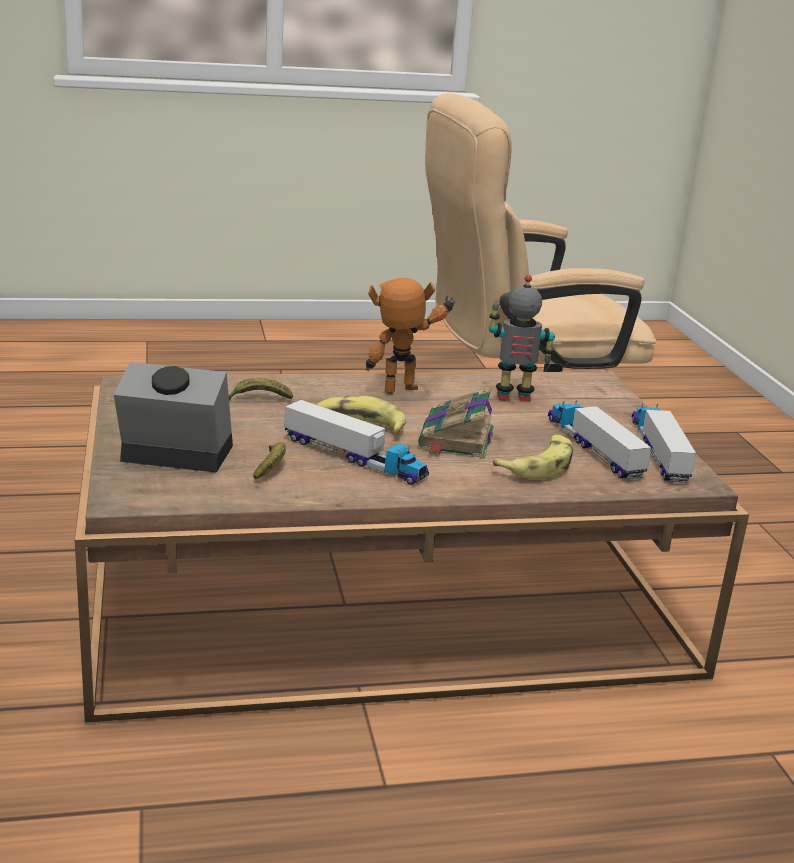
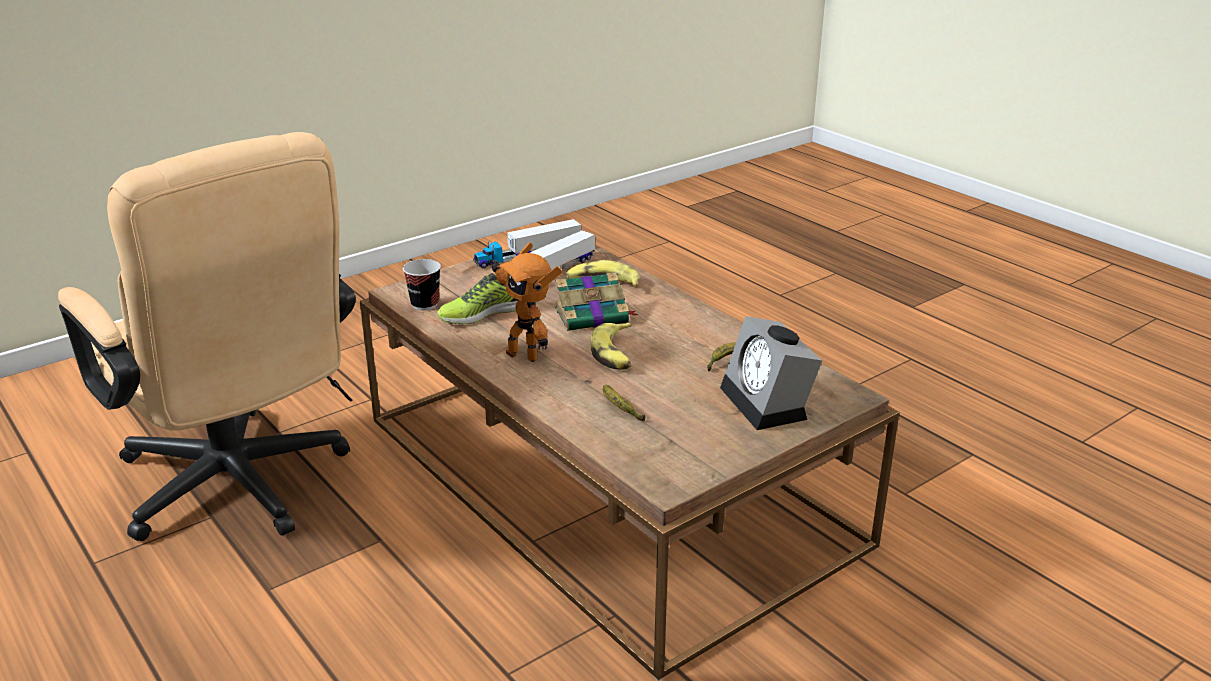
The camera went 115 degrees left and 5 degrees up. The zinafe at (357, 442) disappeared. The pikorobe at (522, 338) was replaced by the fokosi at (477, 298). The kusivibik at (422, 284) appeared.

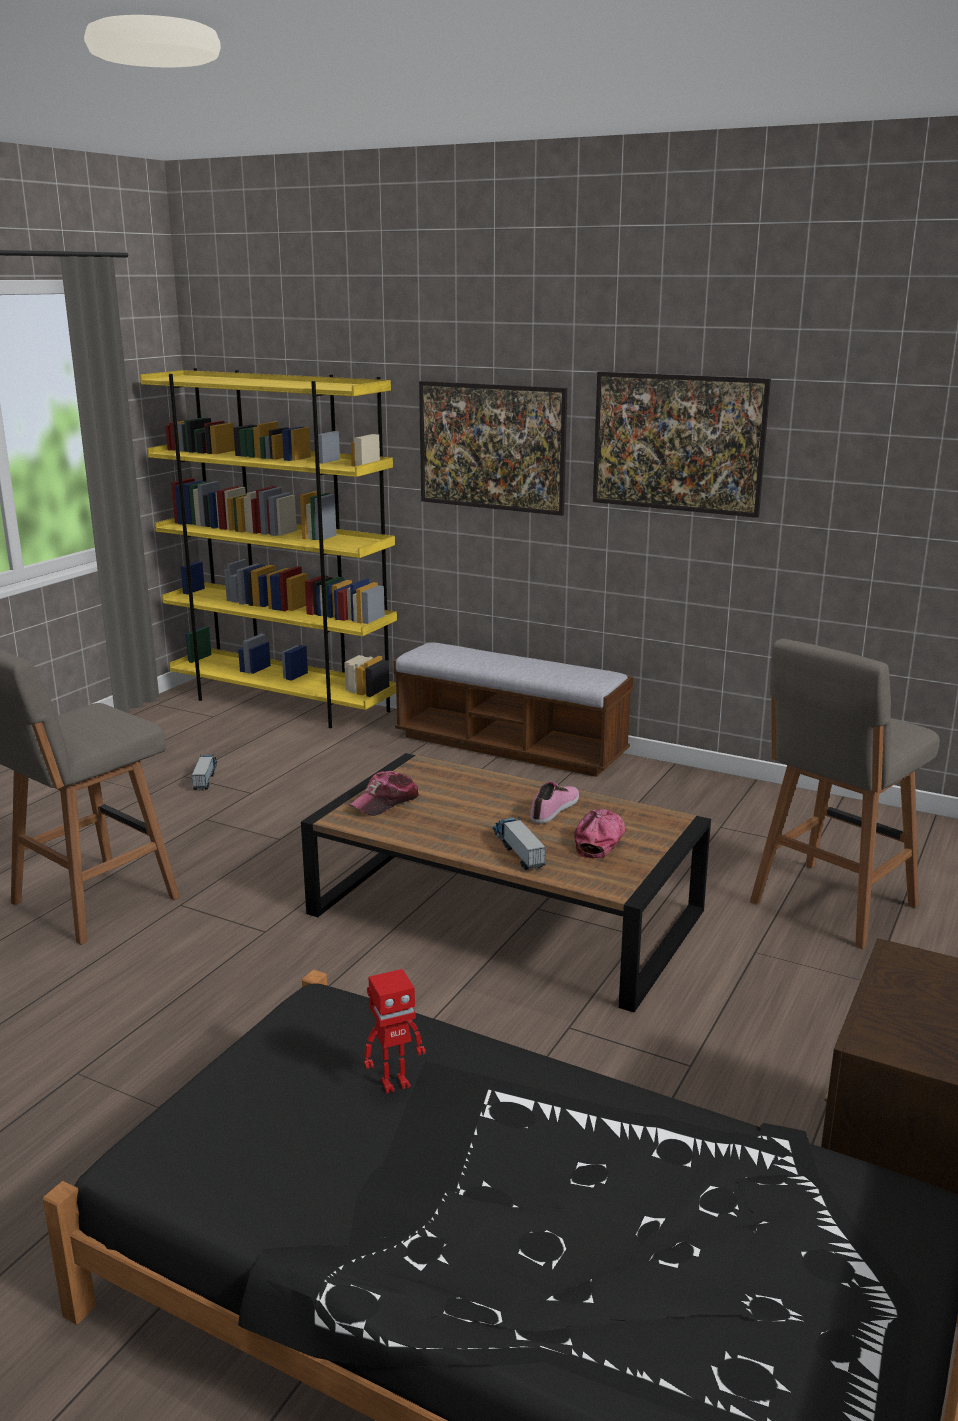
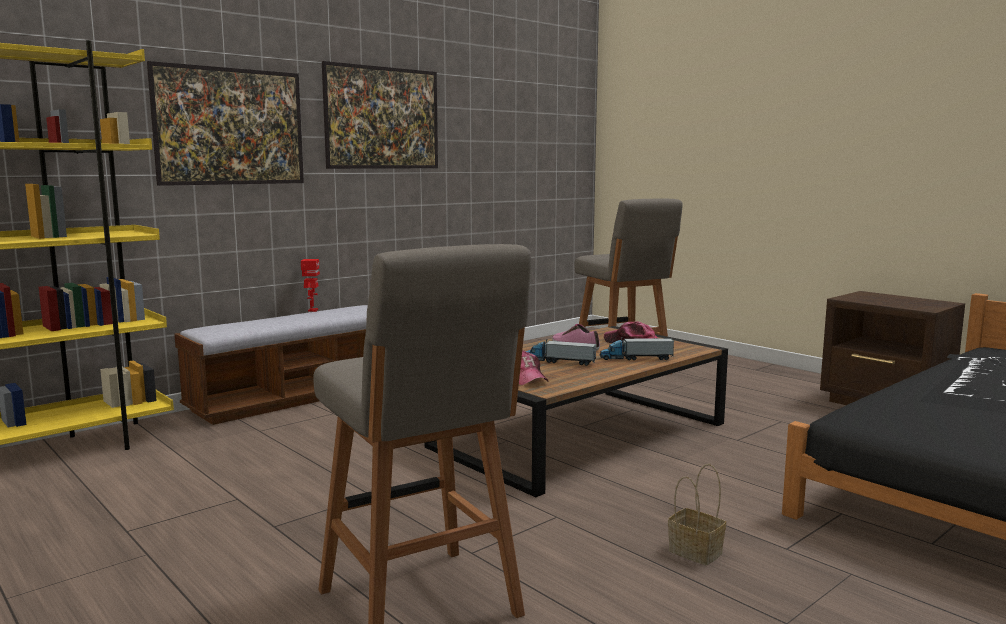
The camera went 70 degrees left and 10 degrees down. The zinafe moved from (204, 772) to (560, 352). The pikorobe moved from (395, 1031) to (310, 285). The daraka at (697, 514) appeared.

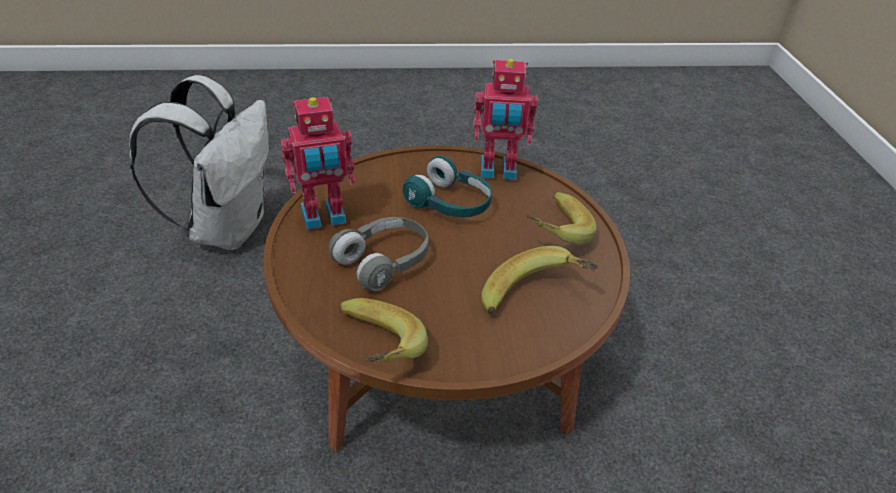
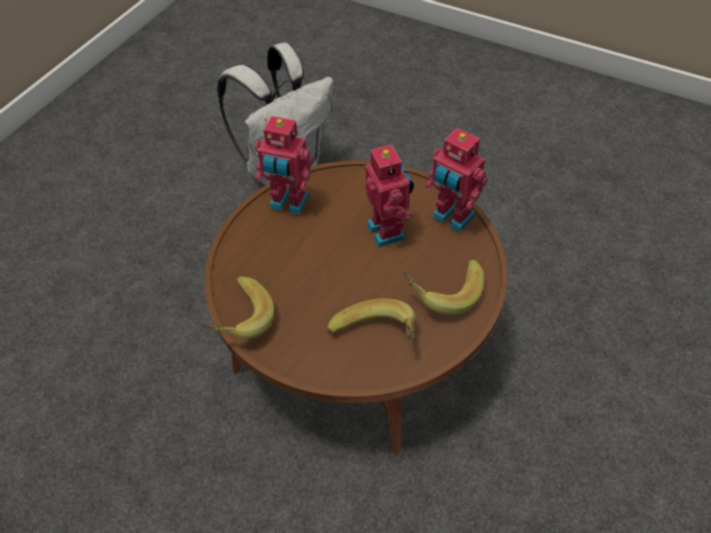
The camera went 40 degrees right and 10 degrees up. The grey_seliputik at (379, 254) disappeared. The turquoise_seliputik at (447, 186) was replaced by the pikorobe at (389, 195).

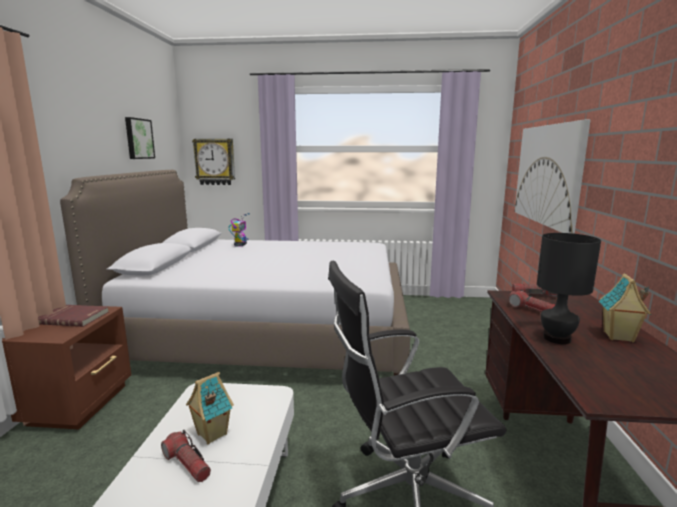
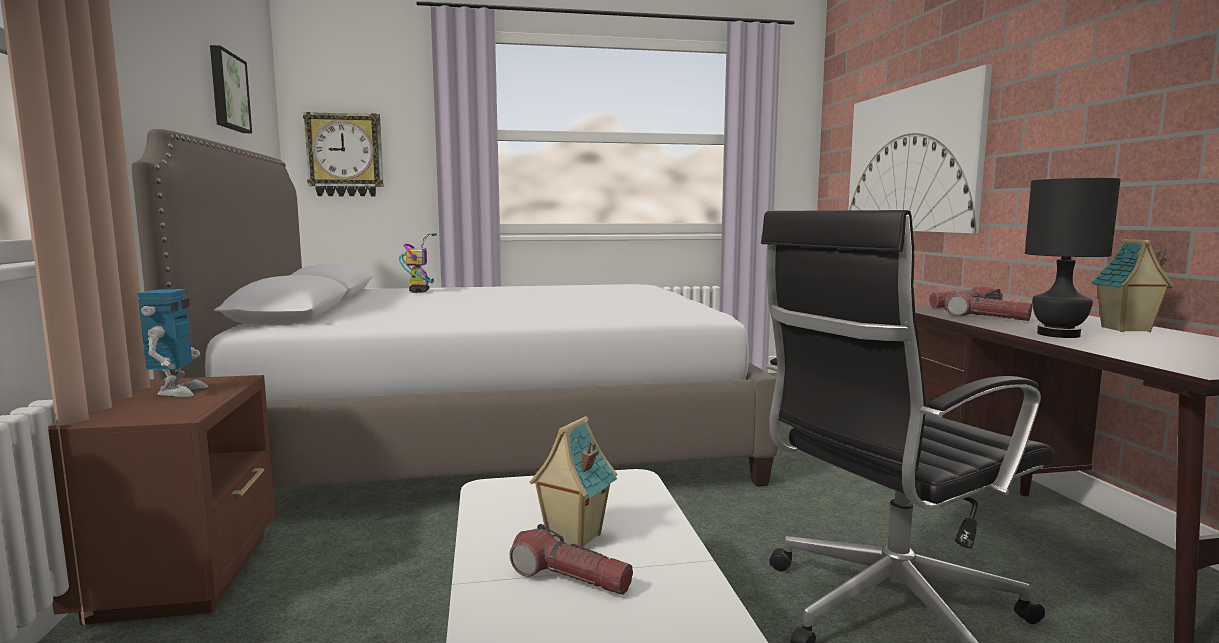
The camera went 15 degrees left and 5 degrees down. The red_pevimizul at (73, 316) was replaced by the pikorobe at (173, 343).

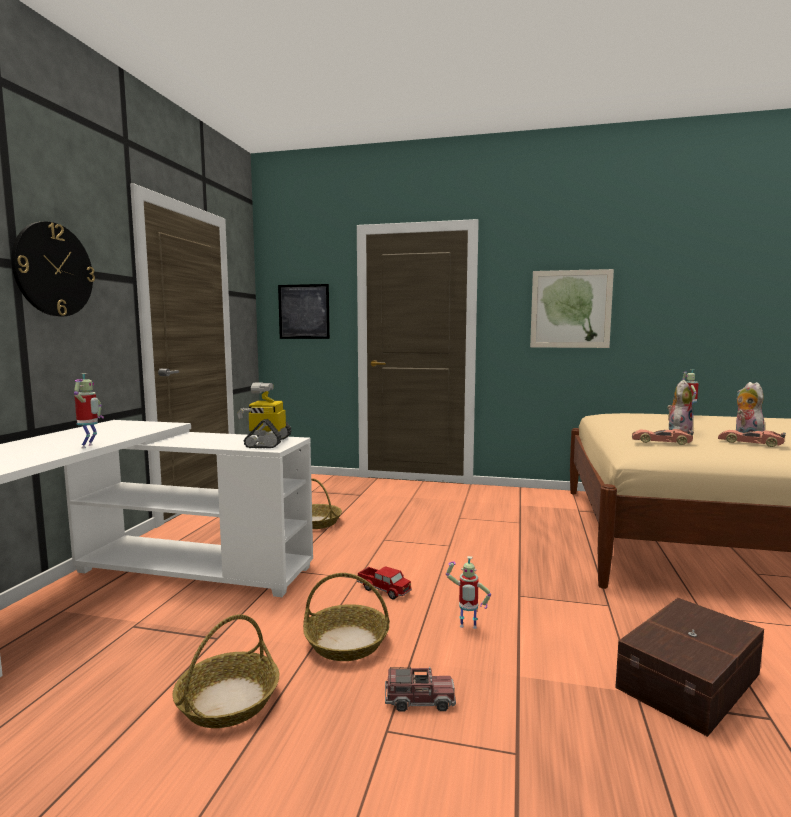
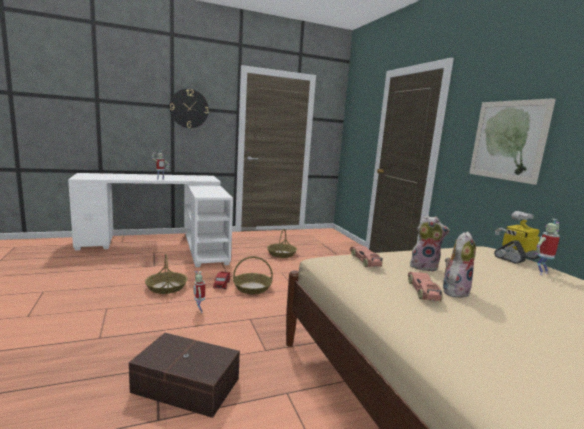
The camera went 55 degrees right and 5 degrees up. The daraka moved from (225, 671) to (253, 275). The pikorobe moved from (264, 415) to (517, 237). The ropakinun at (304, 311) disappeared. The zinafe at (420, 689) disappeared.

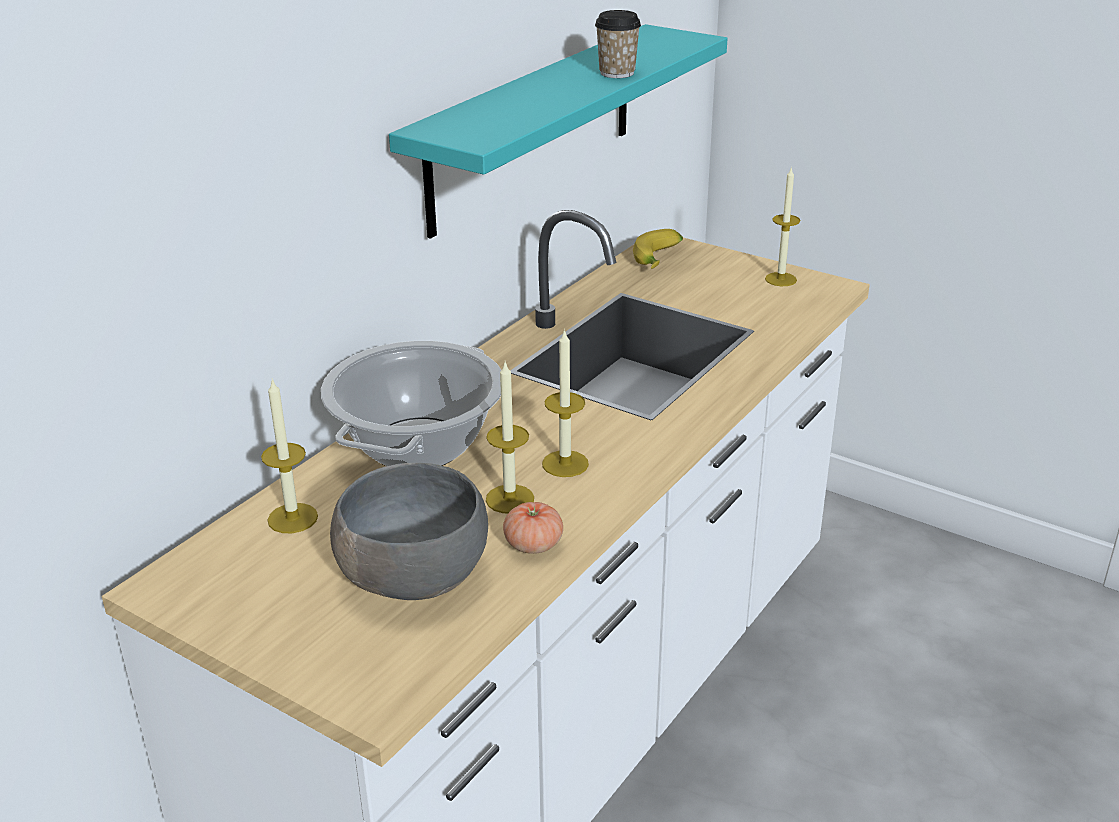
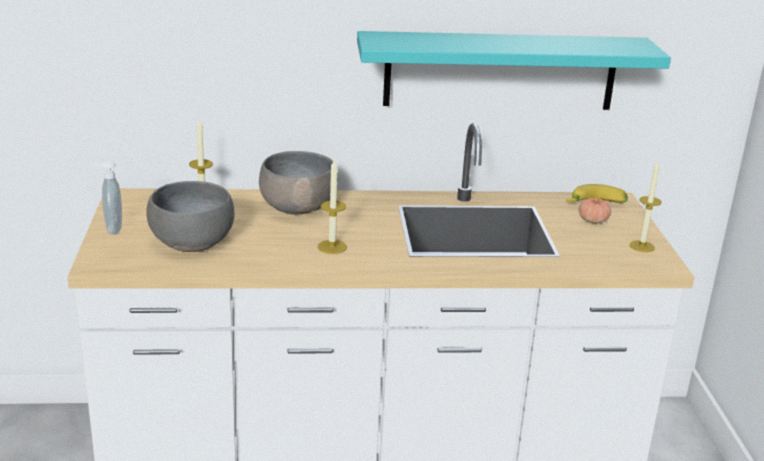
The camera went 50 degrees right and 5 degrees down. The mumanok at (411, 403) was replaced by the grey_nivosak at (298, 182). The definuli at (510, 437) disappeared. The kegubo moved from (533, 528) to (595, 210). The kusivibik at (618, 44) disappeared. The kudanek at (108, 197) appeared.

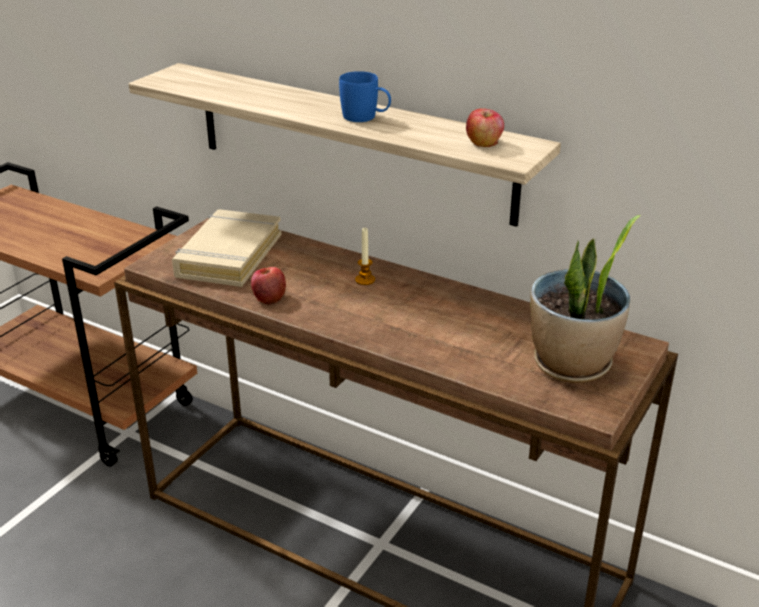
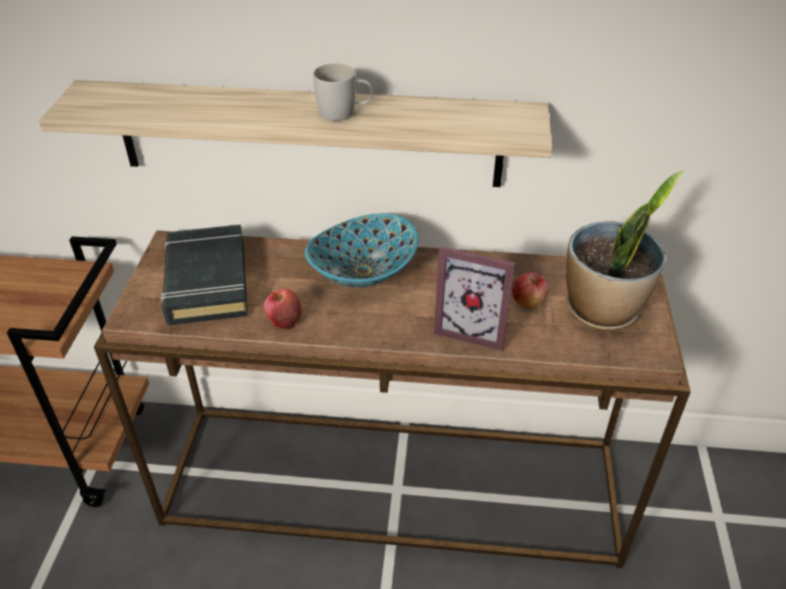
The camera went 25 degrees left and 10 degrees up. The beige_pevimizul at (226, 248) became the black_pevimizul at (204, 274). The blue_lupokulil at (365, 96) became the white_lupokulil at (343, 92). The definuli at (365, 256) was replaced by the nivosak at (362, 250). The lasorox moved from (485, 127) to (530, 290). The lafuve at (475, 298) appeared.

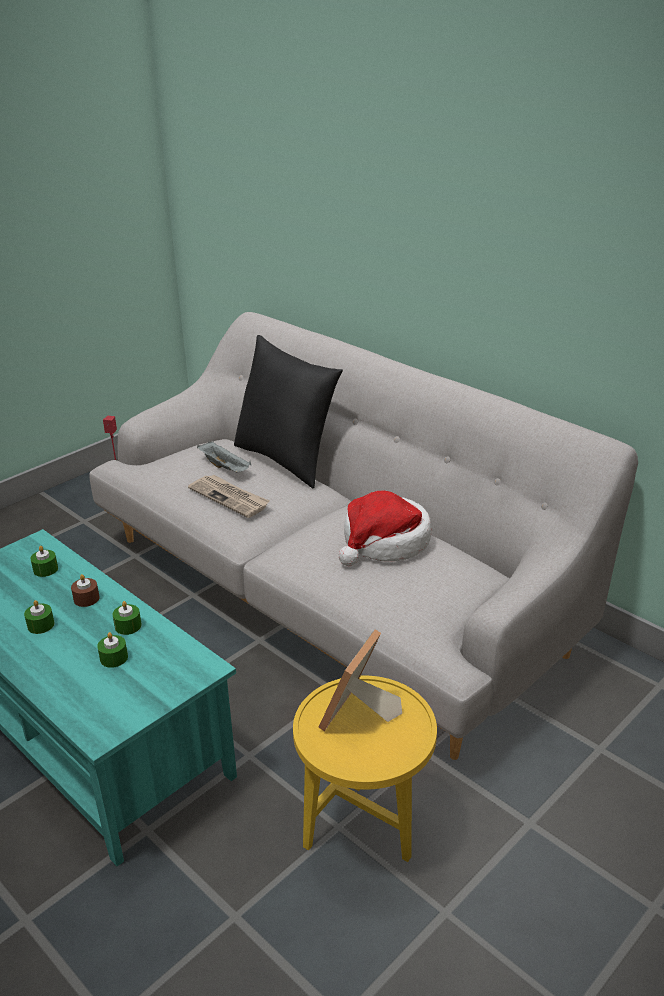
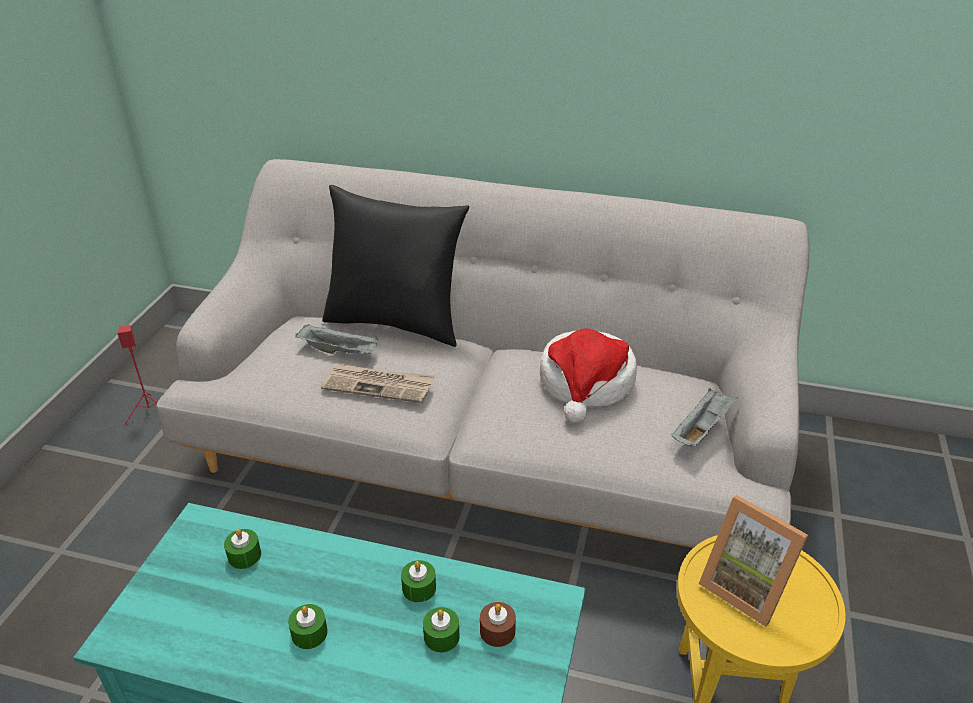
The camera went 30 degrees left and 5 degrees up. The brown_definuli moved from (85, 590) to (498, 624). The lafuve at (360, 680) turned 45 degrees counterclockwise. The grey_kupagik at (704, 418) appeared.

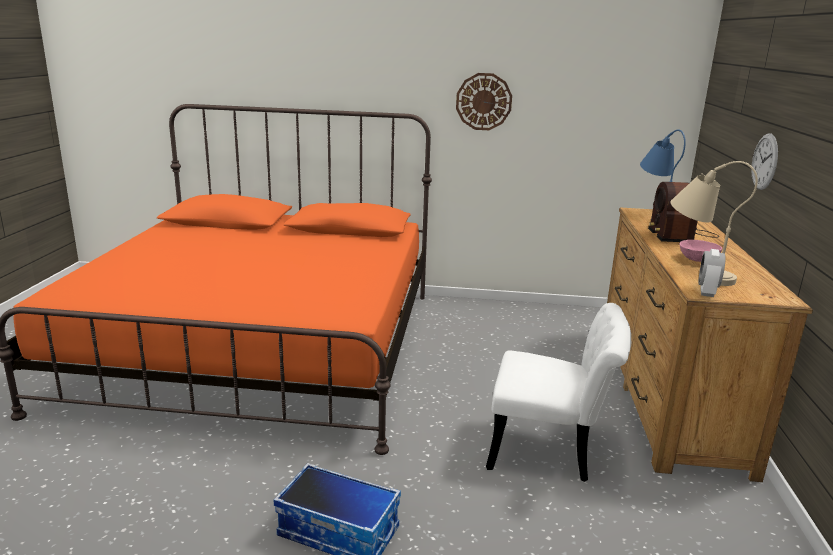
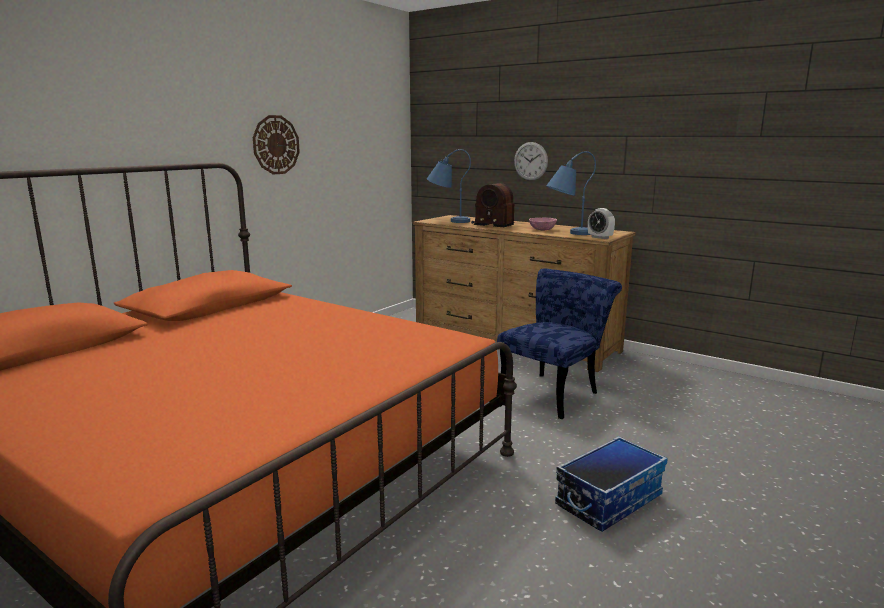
The camera went 60 degrees left and 5 degrees down. The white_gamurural at (558, 392) became the blue_gamurural at (559, 343). The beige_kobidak at (714, 223) became the blue_kobidak at (571, 193).

